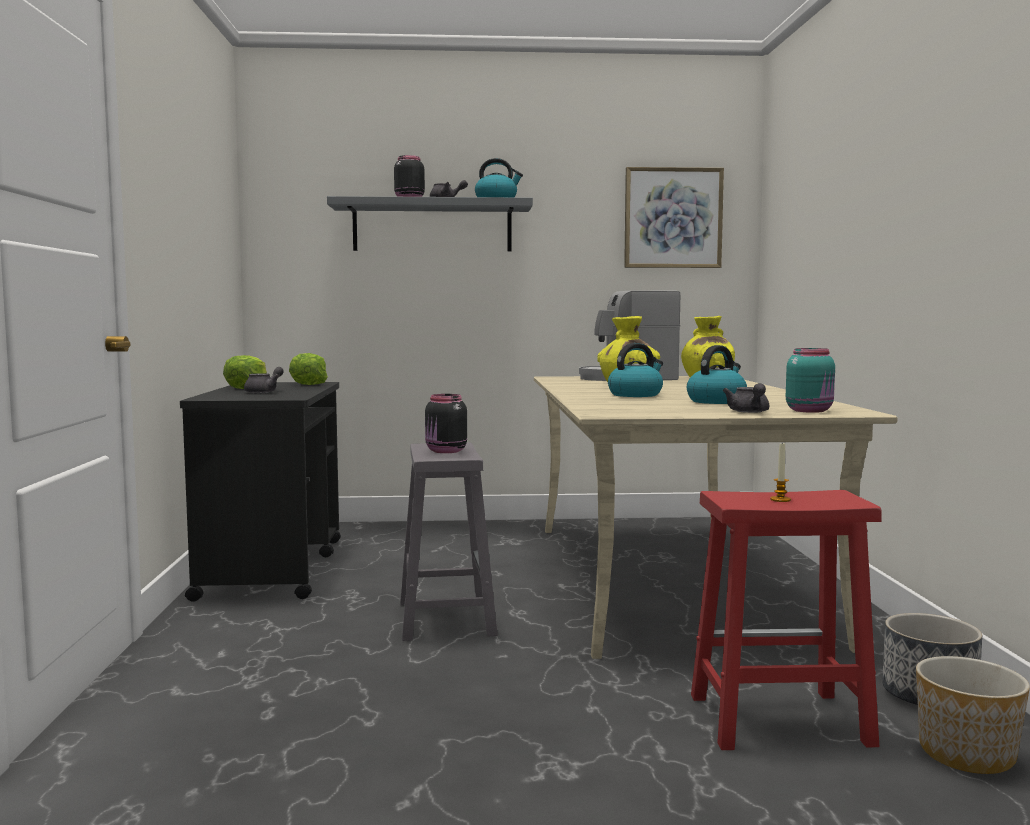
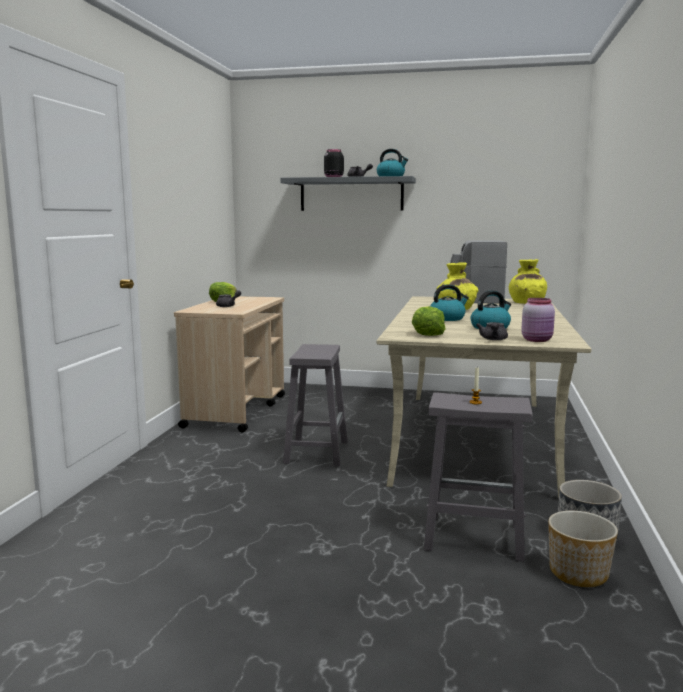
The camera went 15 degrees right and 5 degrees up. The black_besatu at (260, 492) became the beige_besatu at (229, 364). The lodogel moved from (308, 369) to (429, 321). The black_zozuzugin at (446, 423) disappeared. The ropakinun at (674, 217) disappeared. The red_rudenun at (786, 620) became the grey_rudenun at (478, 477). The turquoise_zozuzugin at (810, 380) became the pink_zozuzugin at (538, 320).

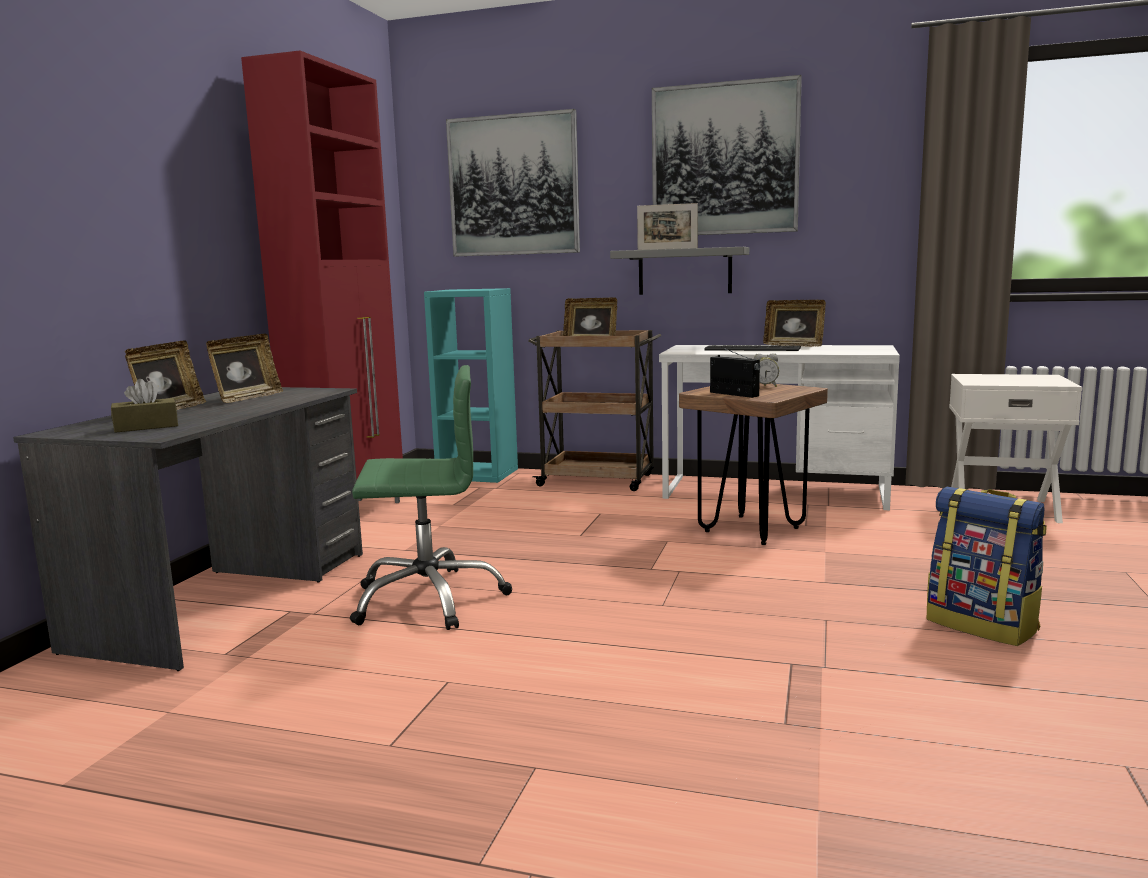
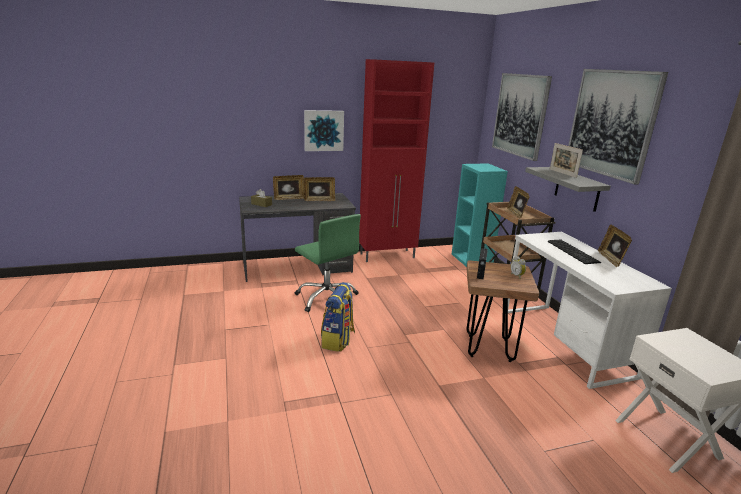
The camera went 55 degrees right and 10 degrees up. The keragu moved from (987, 566) to (338, 317). The ropakinun at (324, 130) appeared.

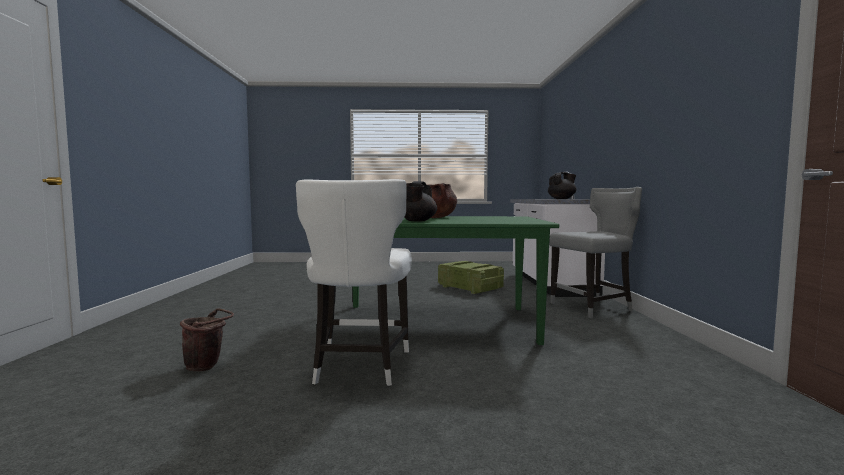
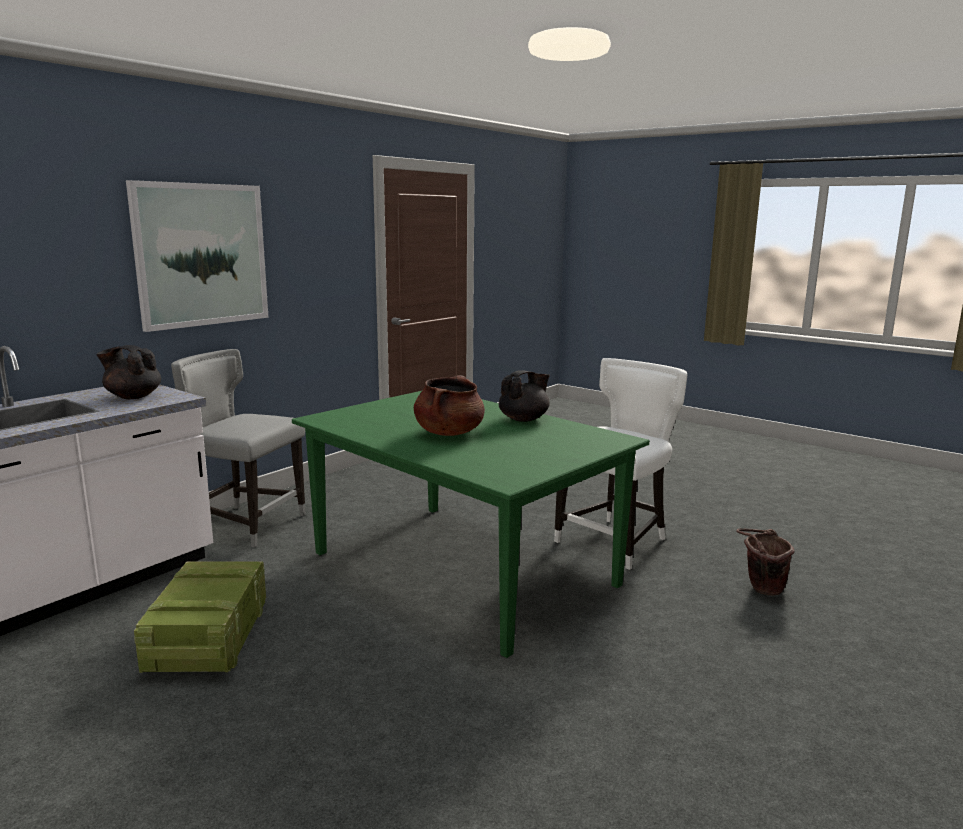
The camera went 140 degrees left and 10 degrees up. The ropakinun at (197, 256) appeared.

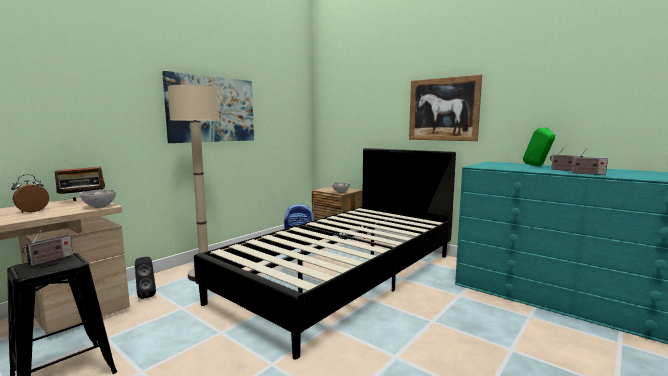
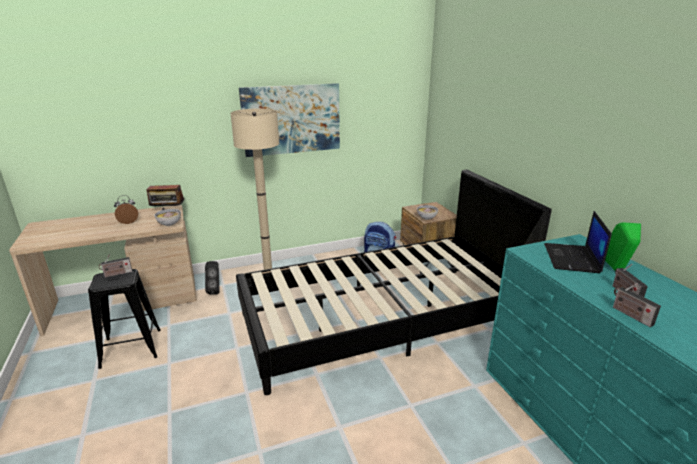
The camera went 30 degrees right and 15 degrees up. The ropakinun at (445, 108) disappeared. The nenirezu at (578, 242) appeared.

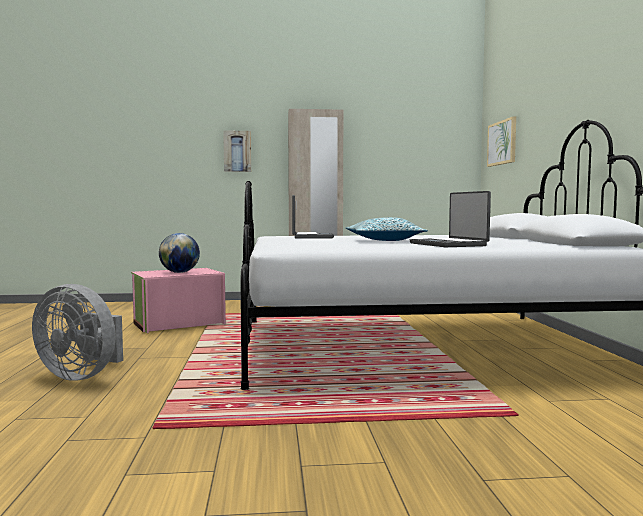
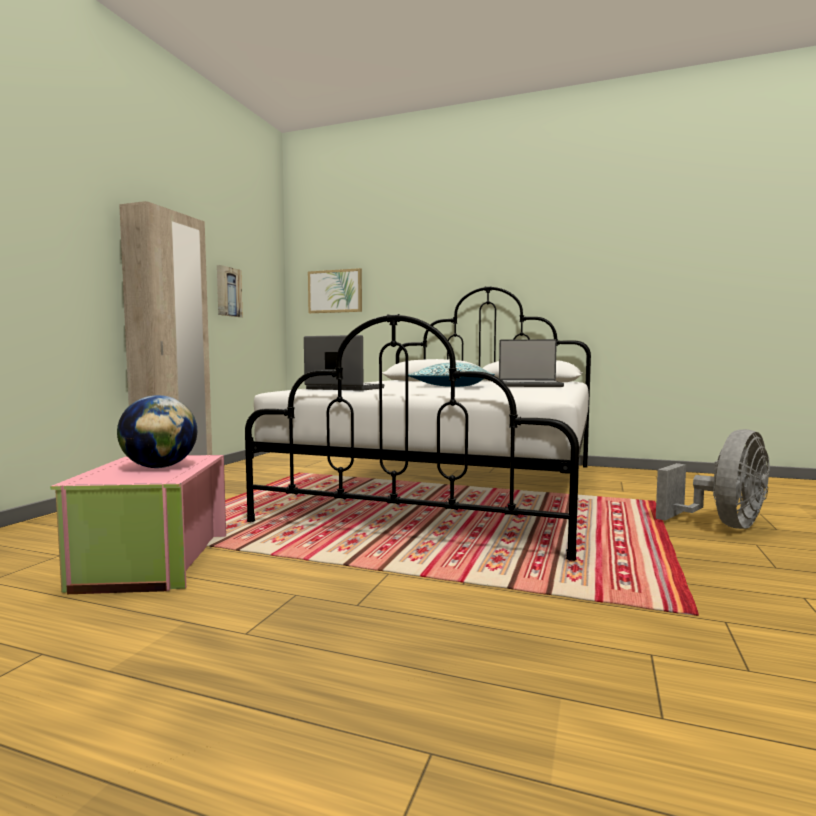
The camera went 65 degrees left and 0 degrees up. The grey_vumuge moved from (77, 332) to (713, 479). The ropakinun moved from (237, 151) to (230, 291).

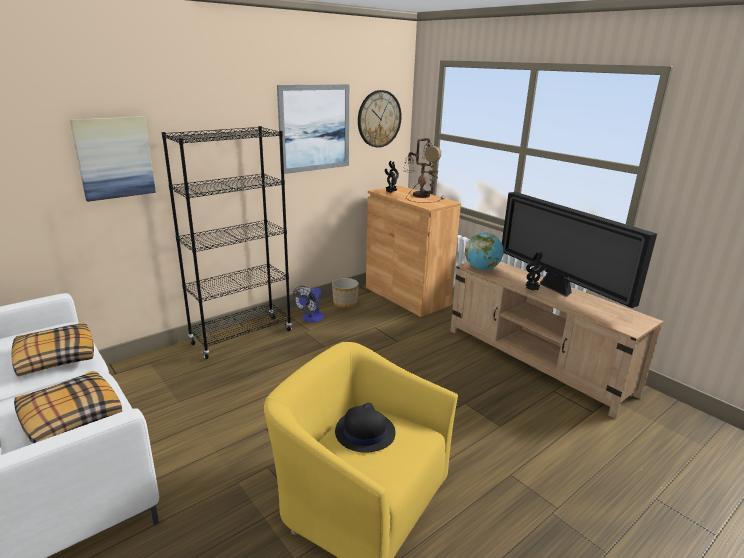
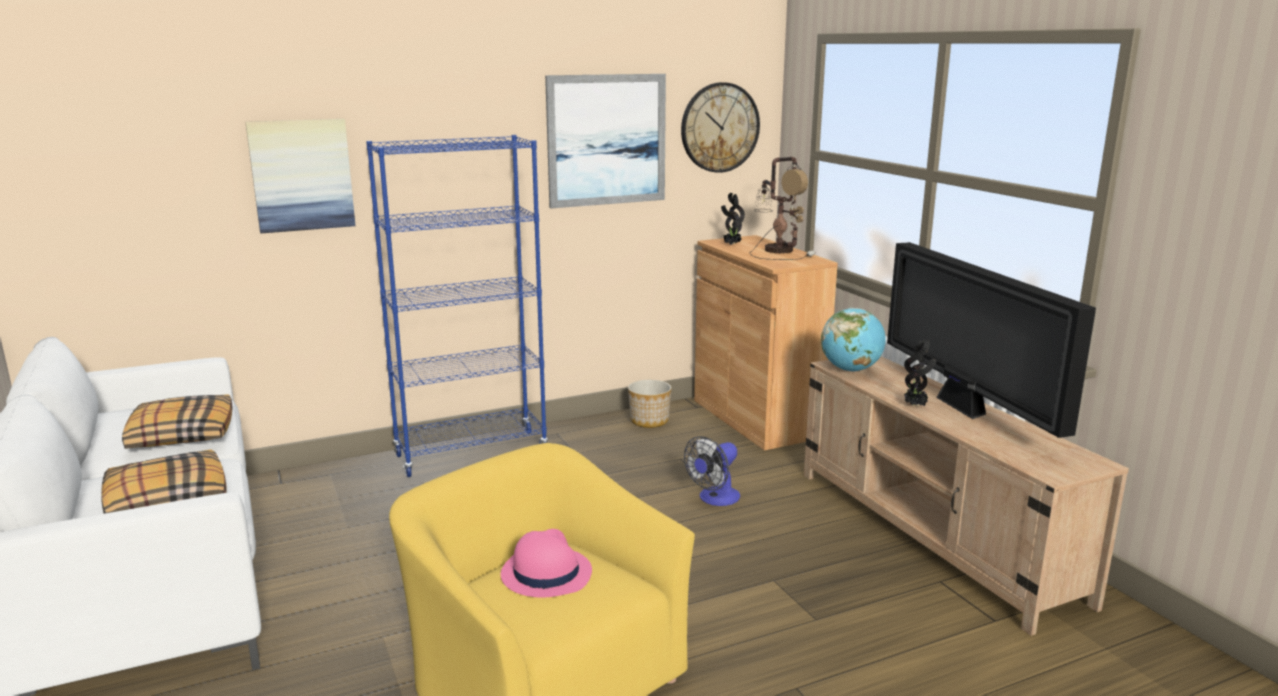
The camera went 15 degrees right and 5 degrees down. The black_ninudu at (227, 242) became the blue_ninudu at (457, 306). The vumuge moved from (309, 304) to (712, 471). The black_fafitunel at (365, 428) became the pink_fafitunel at (546, 563).

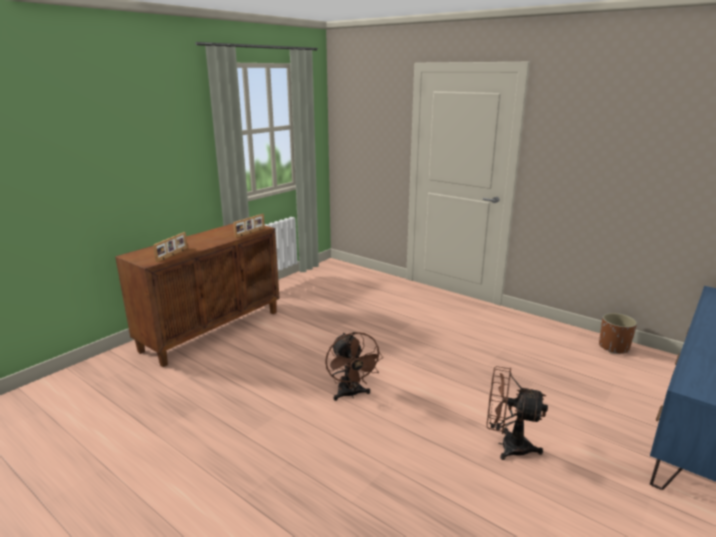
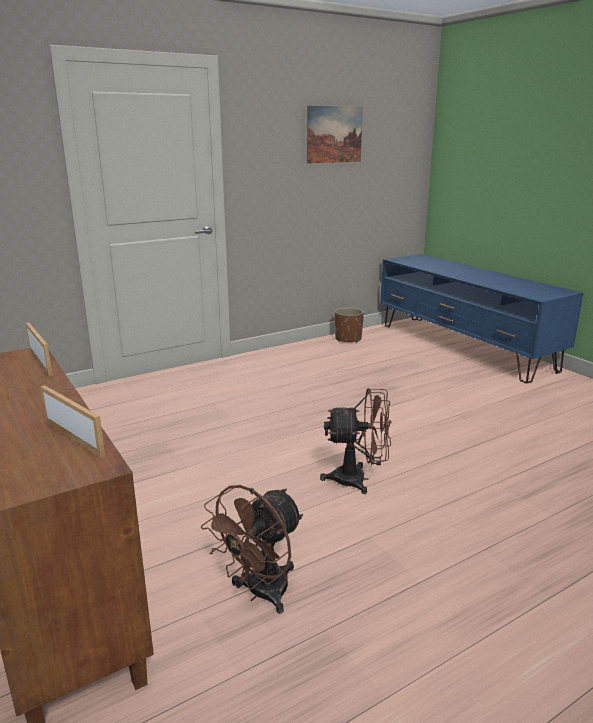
The camera went 70 degrees left and 0 degrees up. The brown_vumuge moved from (517, 413) to (252, 549). The ropakinun at (335, 134) appeared.

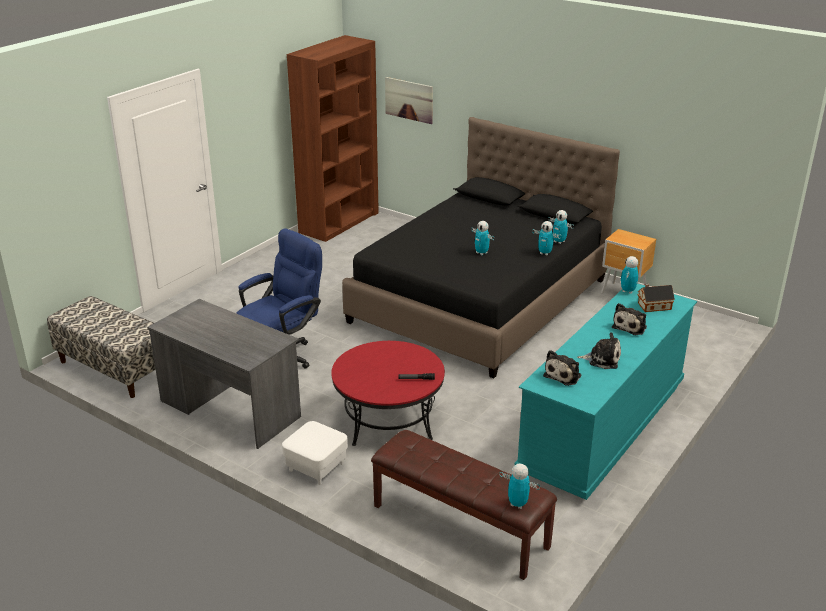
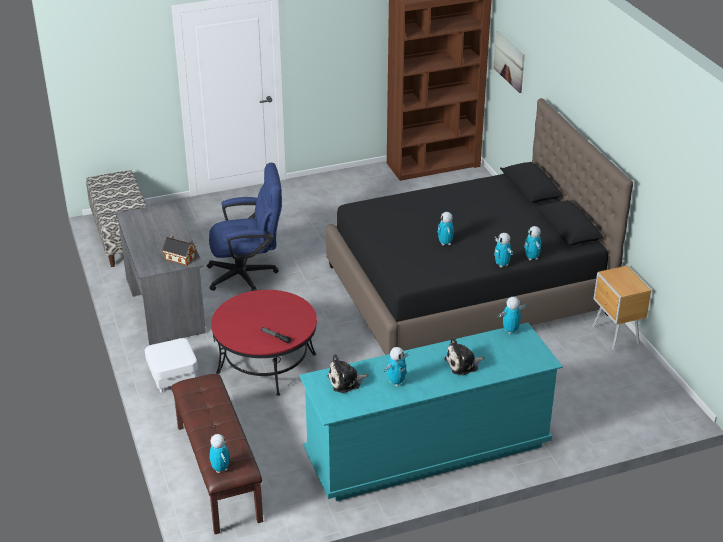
The camera went 35 degrees right and 5 degrees up. The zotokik at (599, 350) was replaced by the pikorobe at (397, 366). The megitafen moved from (656, 297) to (179, 250).

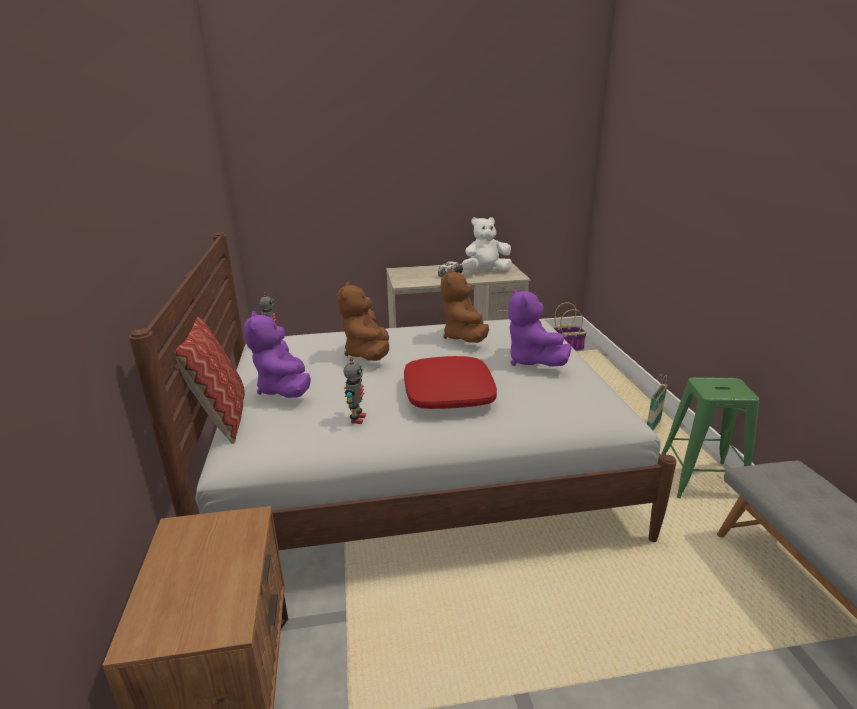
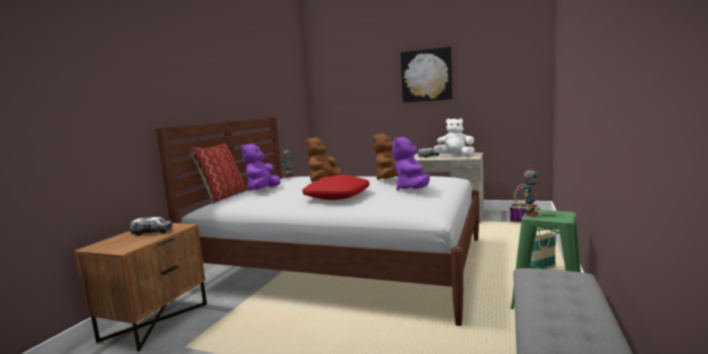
The camera went 30 degrees right and 15 degrees down. The pikorobe moved from (355, 391) to (530, 191). The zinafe at (151, 226) appeared. The ropakinun at (427, 75) appeared.

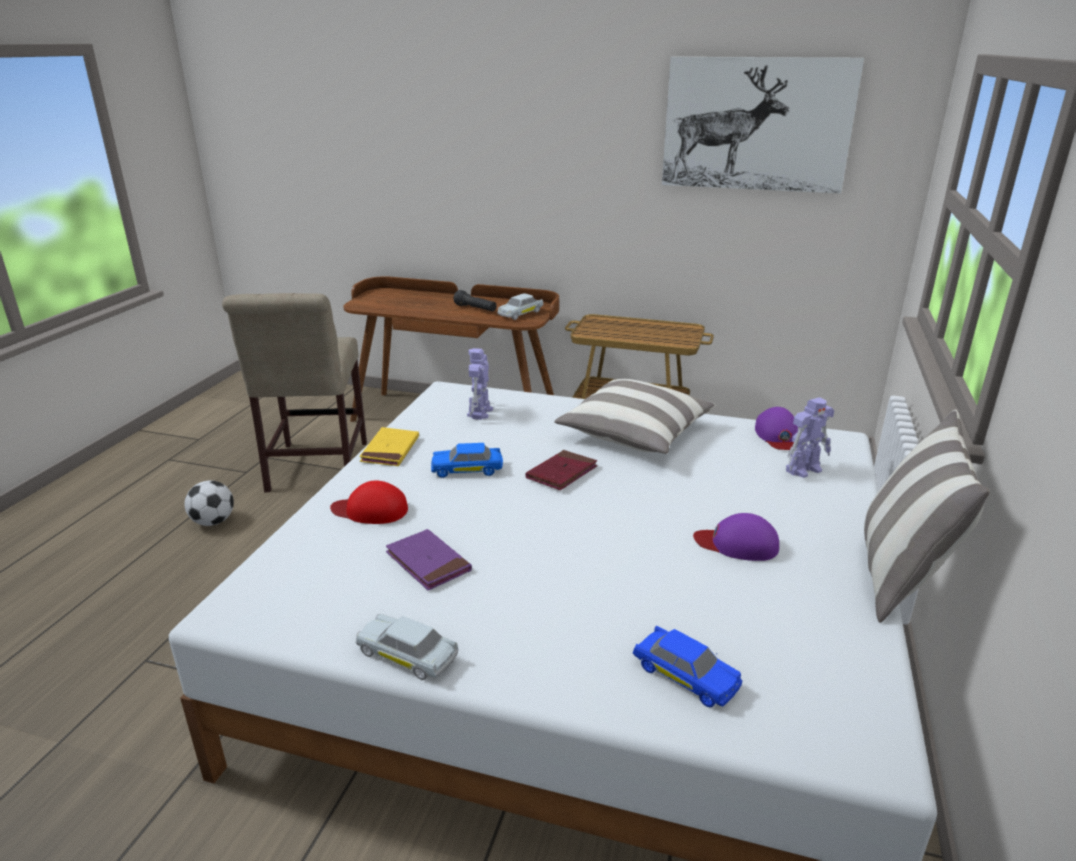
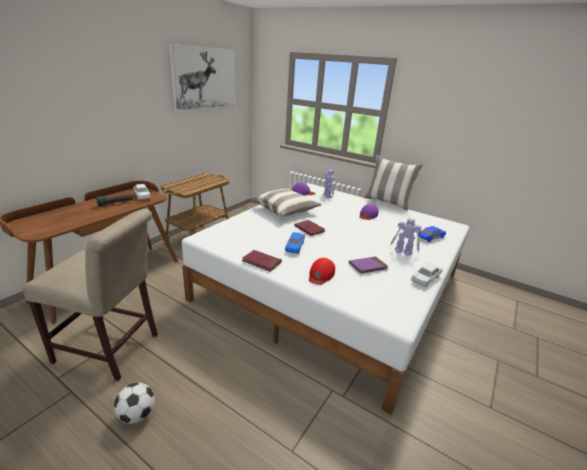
The camera went 75 degrees left and 0 degrees up. The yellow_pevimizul at (389, 446) became the red_pevimizul at (262, 261). The pikorobe moved from (480, 384) to (406, 237).

